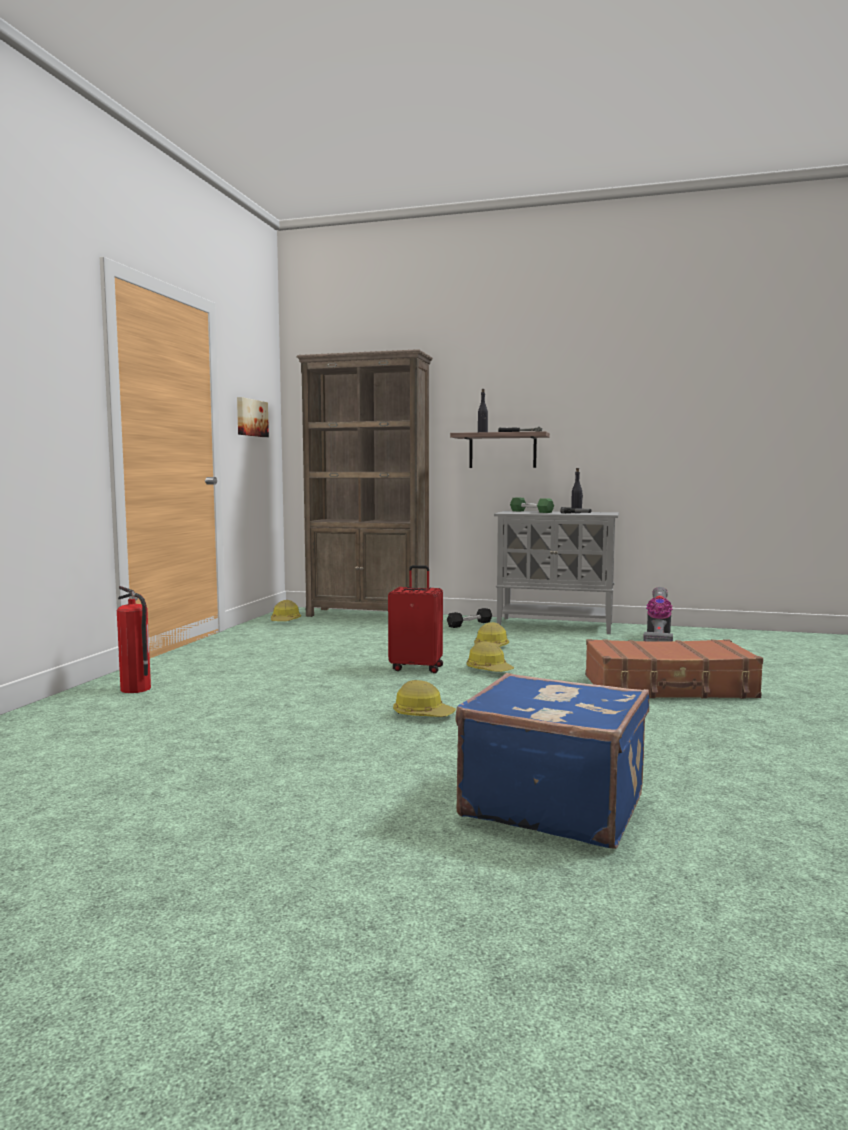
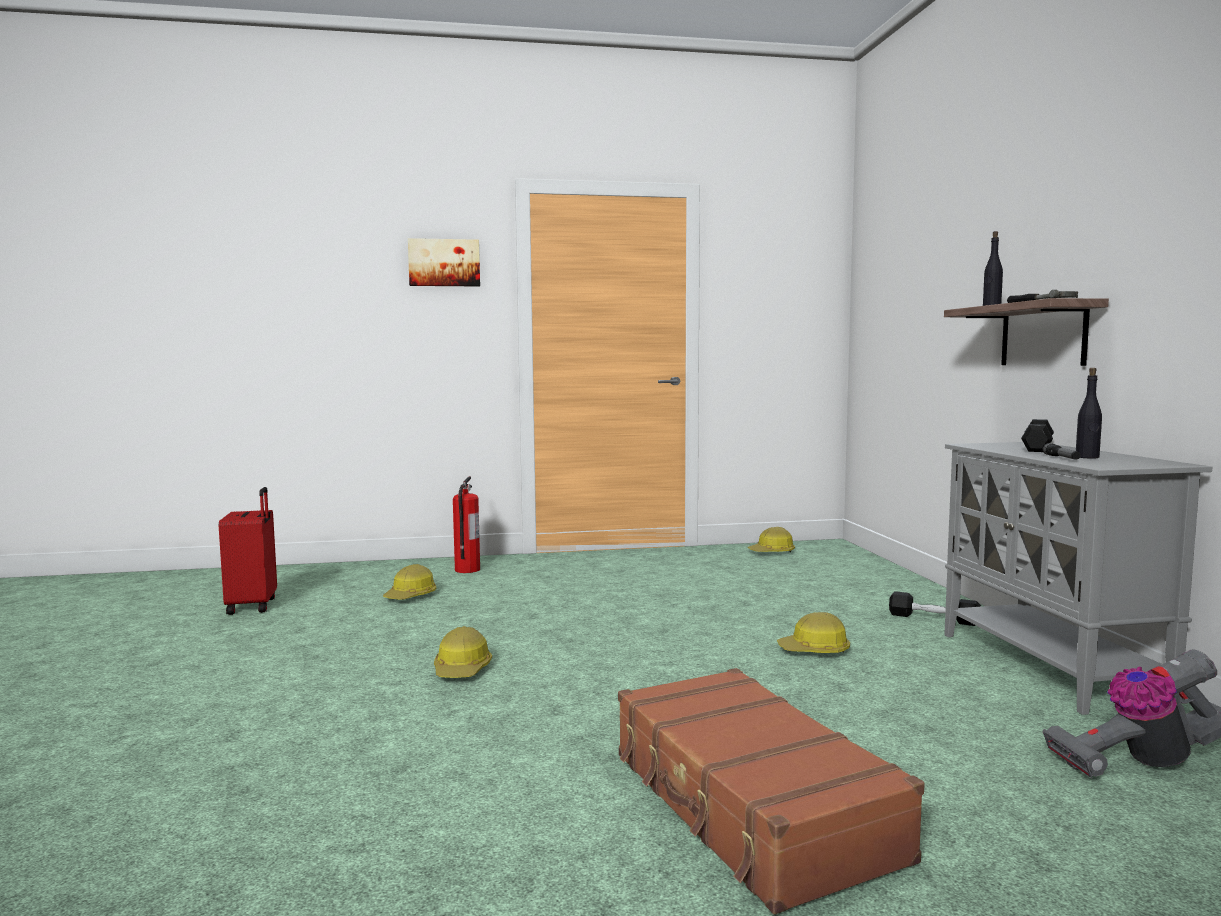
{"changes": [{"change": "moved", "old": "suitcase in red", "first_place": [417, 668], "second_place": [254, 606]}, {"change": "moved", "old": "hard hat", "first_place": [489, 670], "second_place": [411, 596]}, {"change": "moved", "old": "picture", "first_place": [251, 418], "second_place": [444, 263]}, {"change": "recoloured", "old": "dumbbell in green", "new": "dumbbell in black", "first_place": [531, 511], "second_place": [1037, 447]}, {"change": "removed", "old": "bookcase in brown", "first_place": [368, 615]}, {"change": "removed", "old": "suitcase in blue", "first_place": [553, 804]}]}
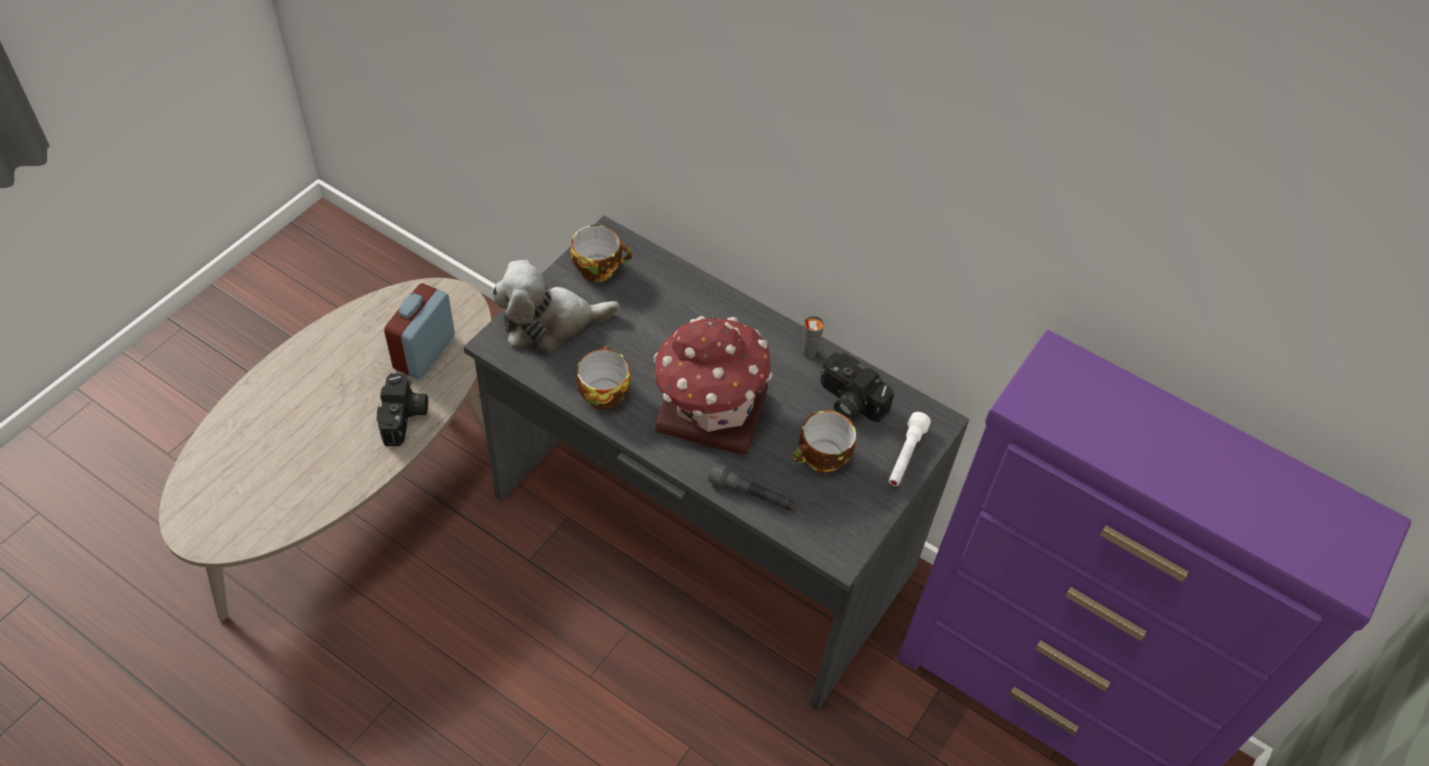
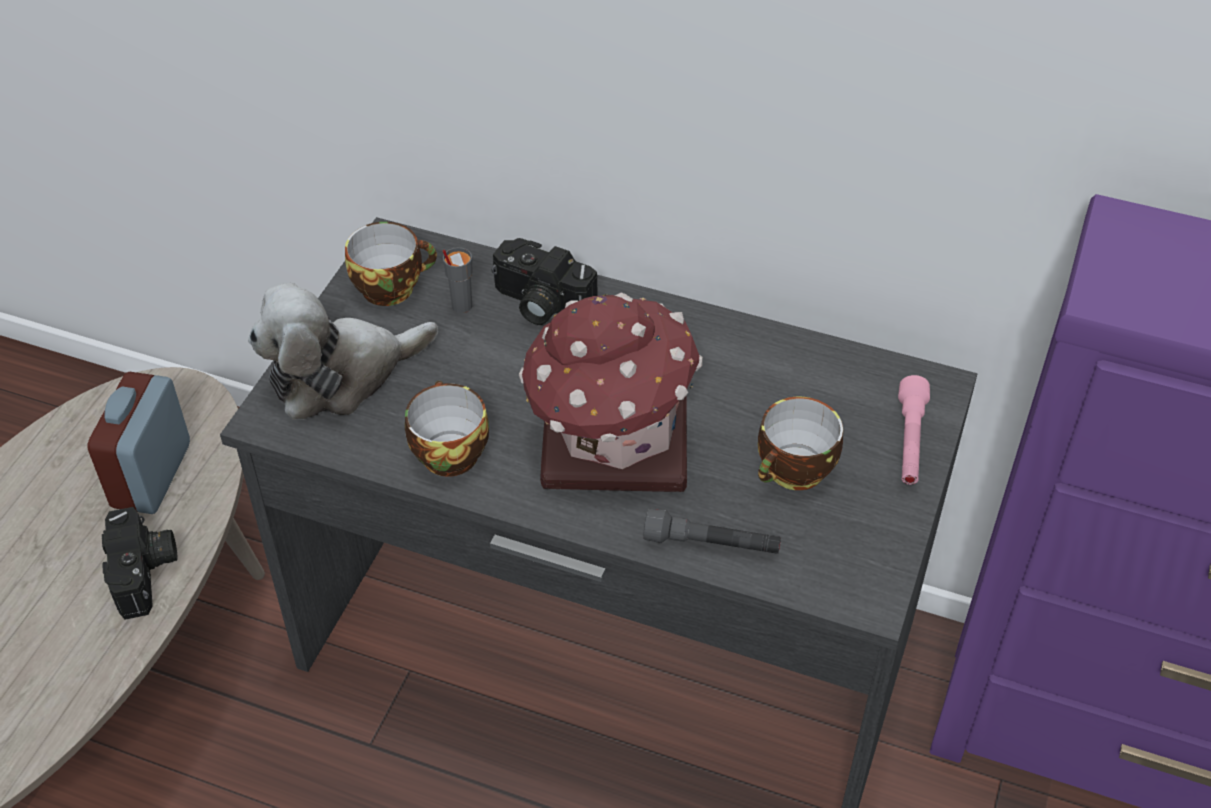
{"changes": [{"change": "moved", "old": "cup in grey", "first_place": [808, 352], "second_place": [461, 306]}, {"change": "moved", "old": "photo camera", "first_place": [848, 402], "second_place": [539, 304]}, {"change": "recoloured", "old": "flashlight in white", "new": "flashlight in pink", "first_place": [905, 456], "second_place": [910, 441]}]}
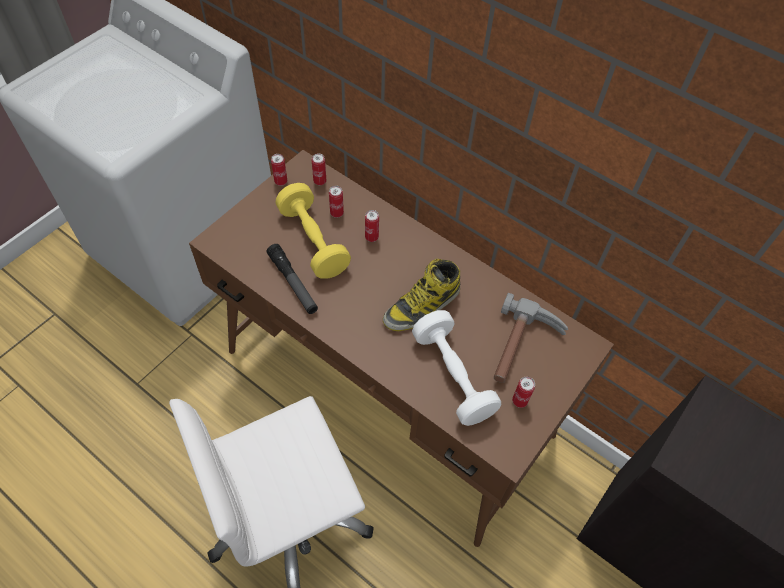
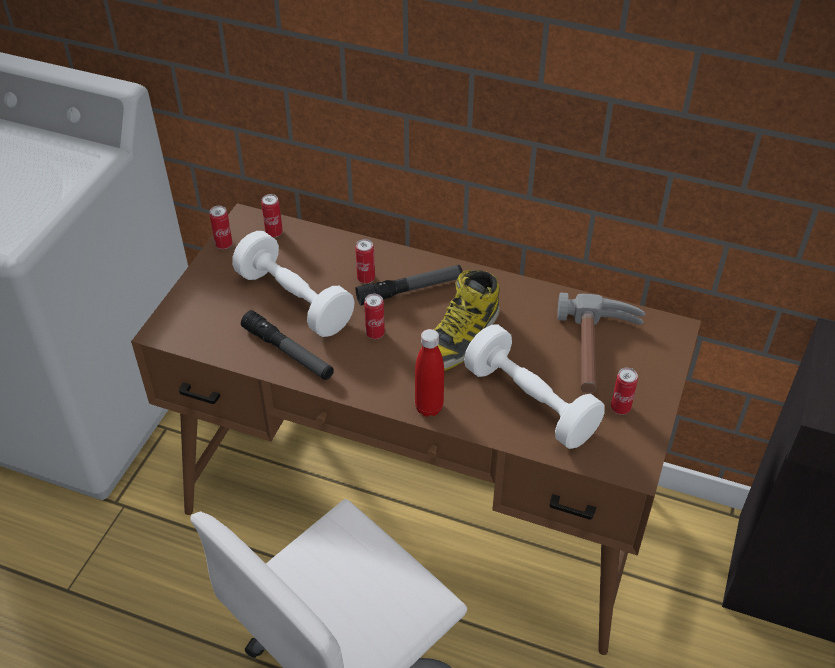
{"changes": [{"change": "recoloured", "old": "dumbbell in yellow", "new": "dumbbell in white", "first_place": [313, 241], "second_place": [294, 300]}, {"change": "added", "new": "flashlight", "second_place": [410, 290]}, {"change": "moved", "old": "can", "first_place": [336, 213], "second_place": [375, 333]}, {"change": "added", "new": "bottle in red", "second_place": [429, 407]}]}
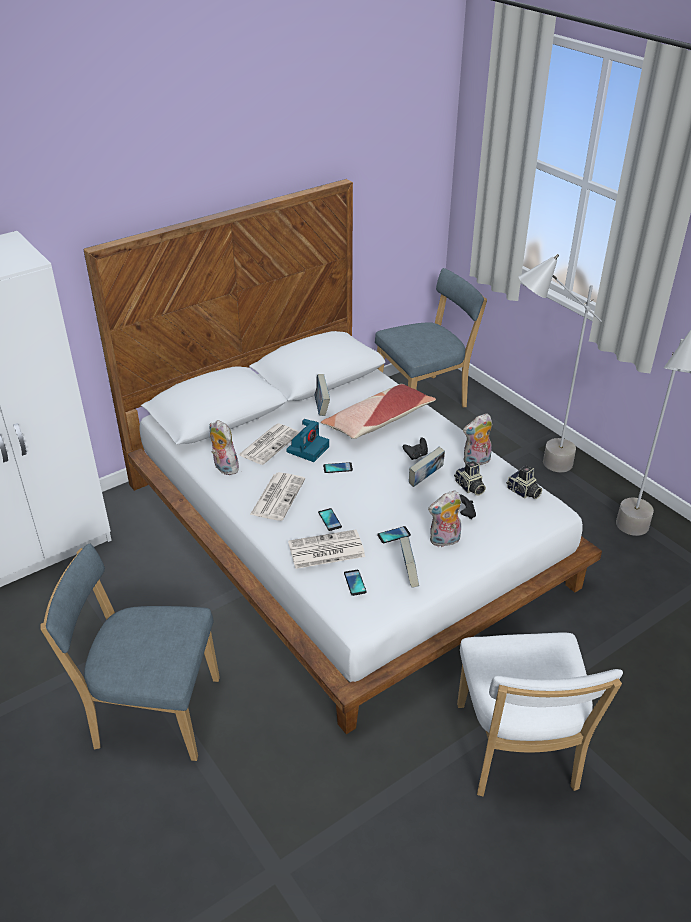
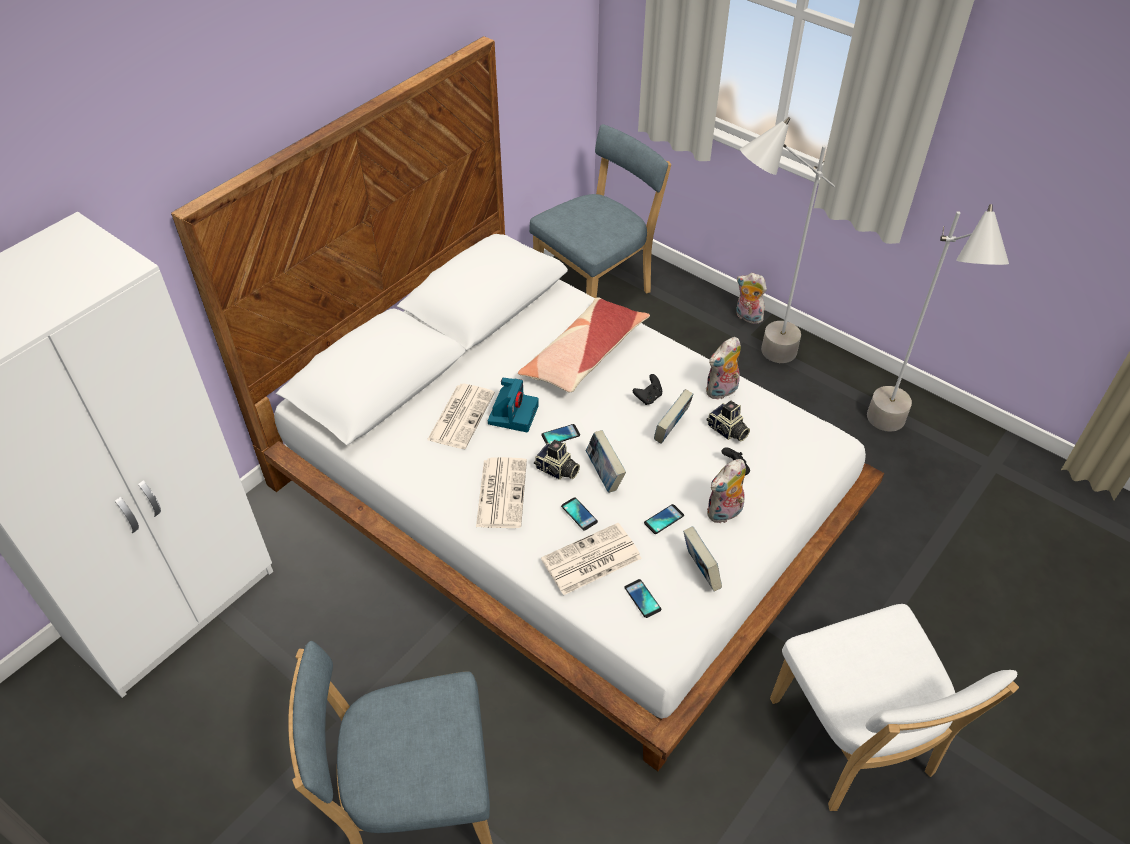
{"changes": [{"change": "moved", "old": "photo camera", "first_place": [523, 492], "second_place": [557, 470]}, {"change": "moved", "old": "book", "first_place": [321, 407], "second_place": [604, 475]}, {"change": "moved", "old": "plush toy", "first_place": [224, 468], "second_place": [747, 317]}]}
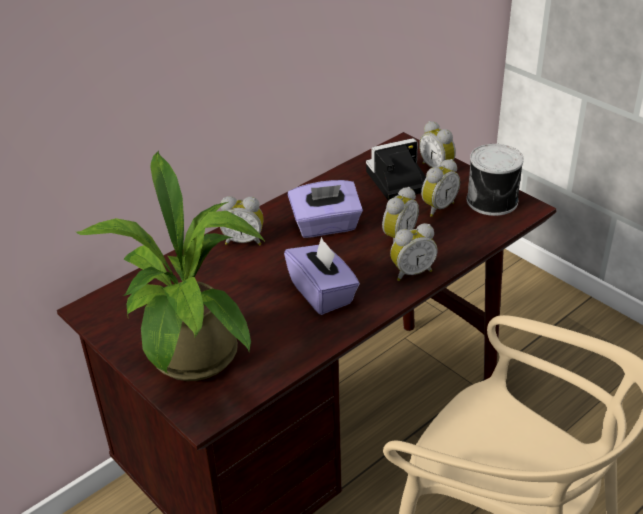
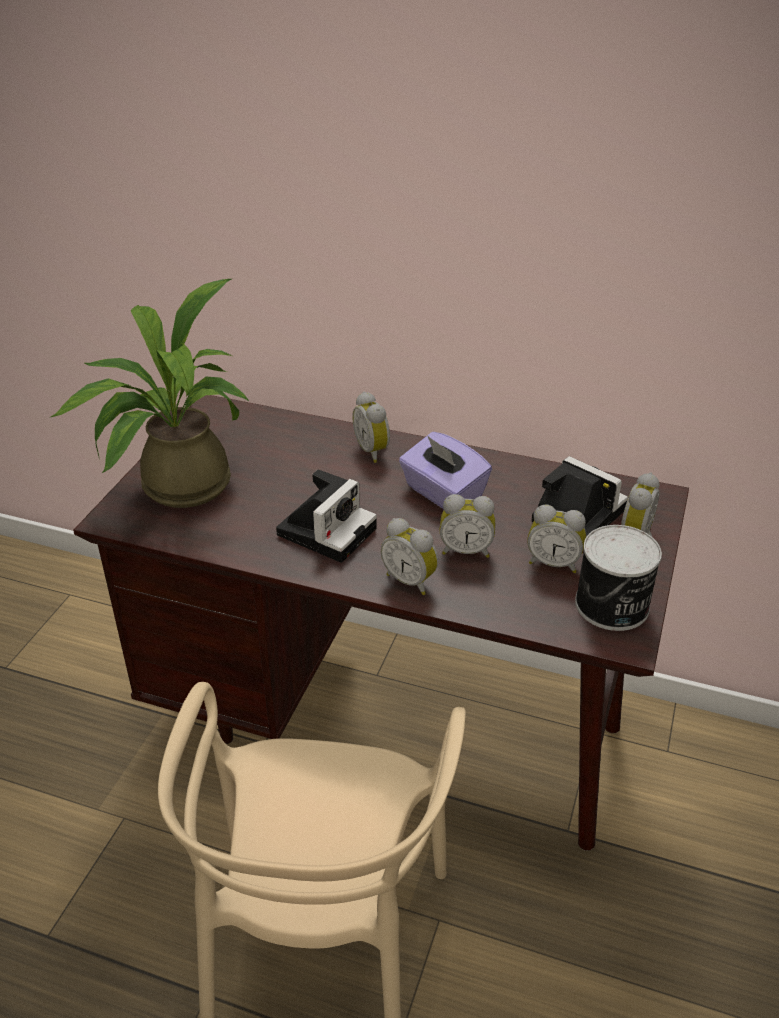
{"changes": [{"change": "replaced", "old": "tissue box in purple", "new": "photo camera", "first_place": [322, 293], "second_place": [327, 529]}]}
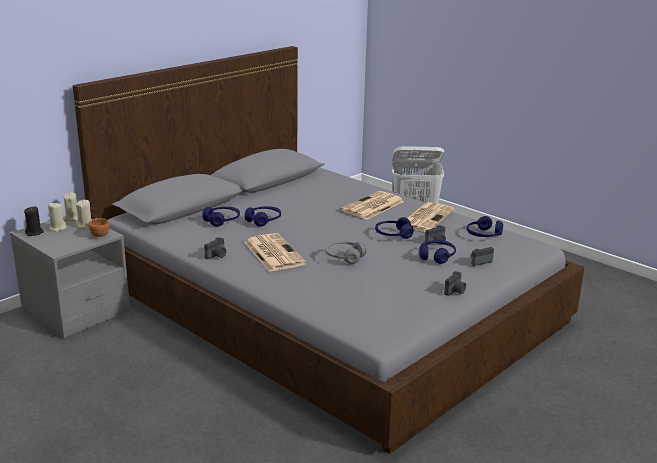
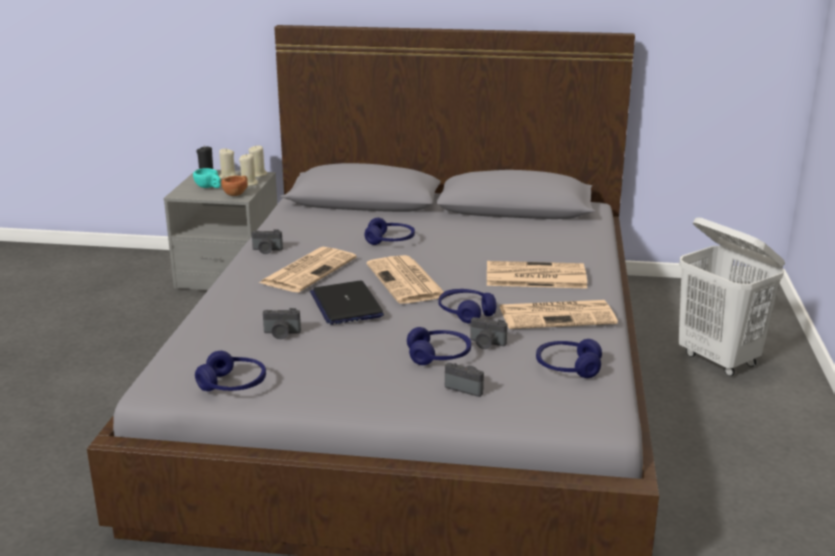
{"changes": [{"change": "added", "new": "cup in turquoise", "second_place": [209, 187]}, {"change": "moved", "old": "headphones in blue", "first_place": [222, 221], "second_place": [233, 385]}, {"change": "moved", "old": "photo camera", "first_place": [455, 291], "second_place": [281, 334]}, {"change": "replaced", "old": "headphones in grey", "new": "laptop", "first_place": [344, 257], "second_place": [346, 304]}, {"change": "added", "new": "newspaper", "second_place": [407, 281]}]}
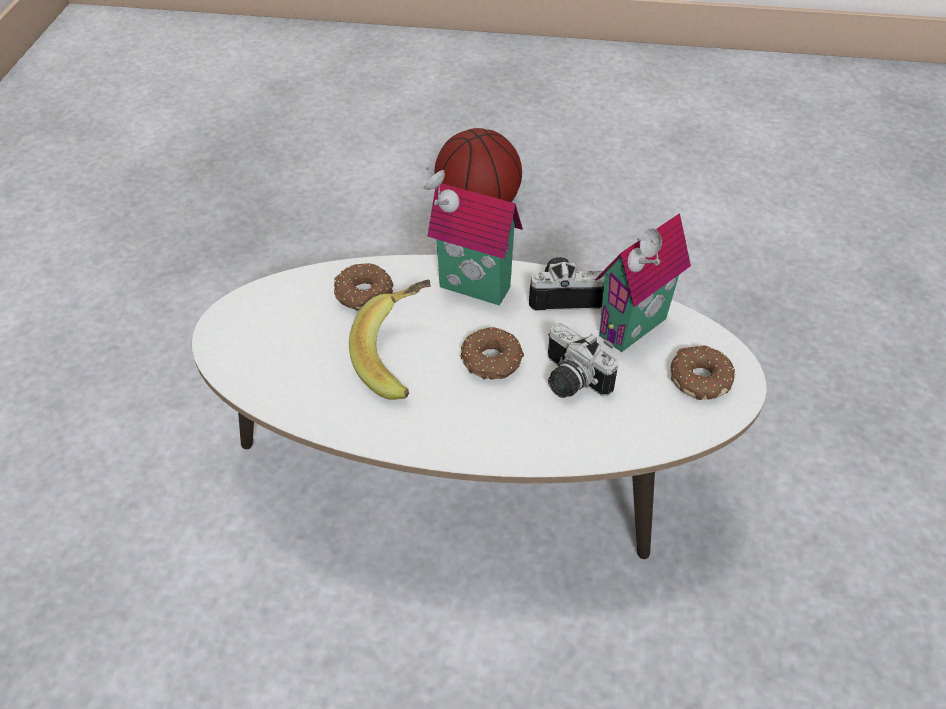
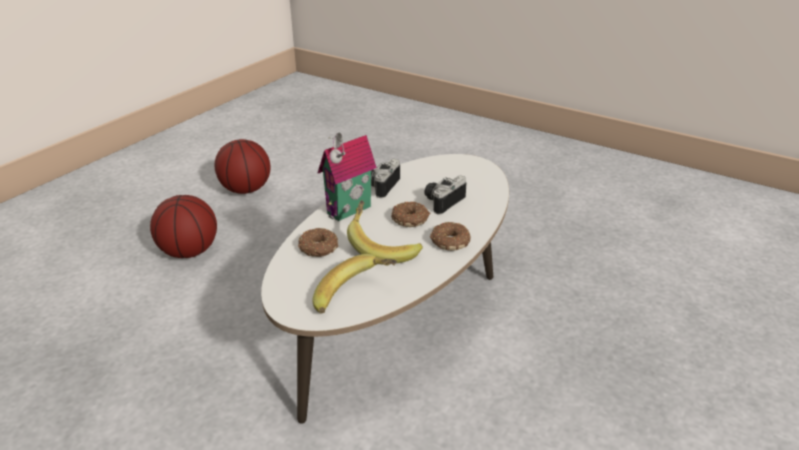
{"changes": [{"change": "added", "new": "basketball", "second_place": [245, 189]}, {"change": "added", "new": "banana", "second_place": [355, 298]}, {"change": "turned", "old": "photo camera", "first_place": [569, 381], "second_place": [442, 201], "degrees": 150}, {"change": "moved", "old": "donut", "first_place": [699, 378], "second_place": [449, 242]}, {"change": "removed", "old": "toy house", "first_place": [636, 330]}]}
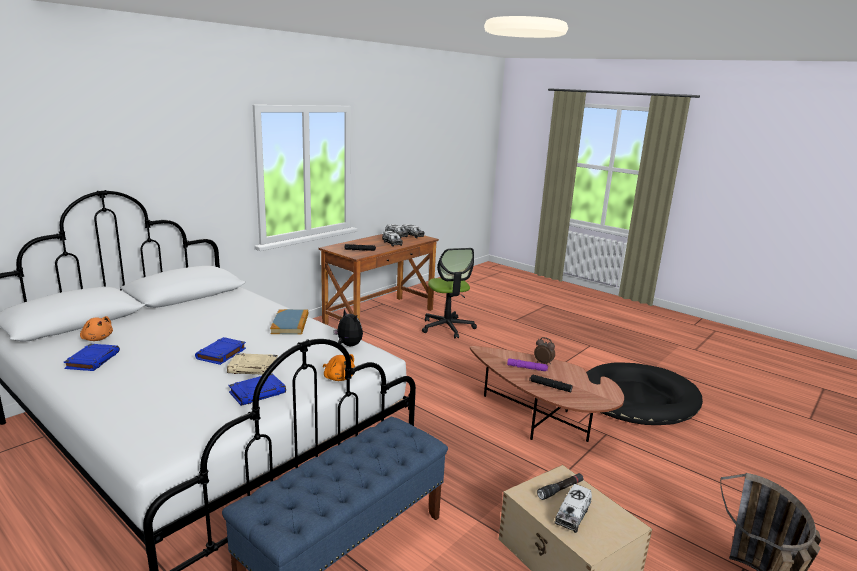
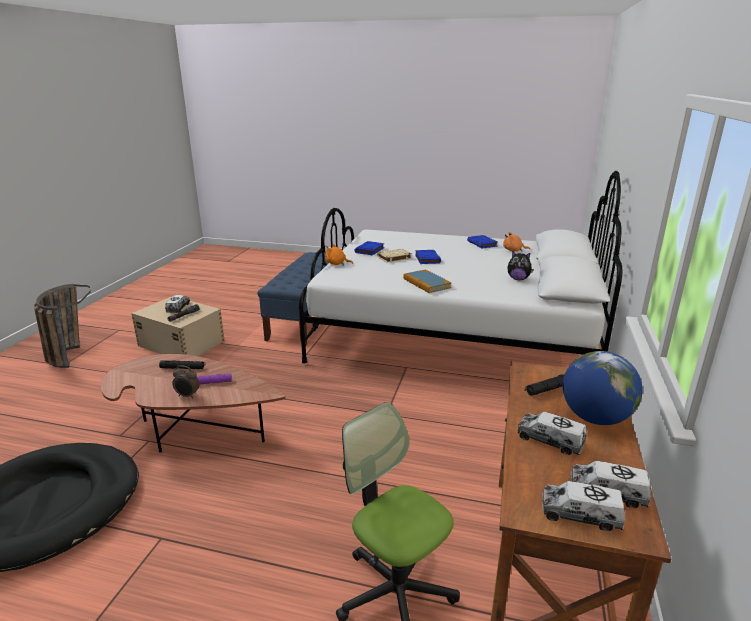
{"changes": [{"change": "moved", "old": "plush toy", "first_place": [348, 345], "second_place": [518, 279]}, {"change": "added", "new": "globe", "second_place": [595, 418]}]}
